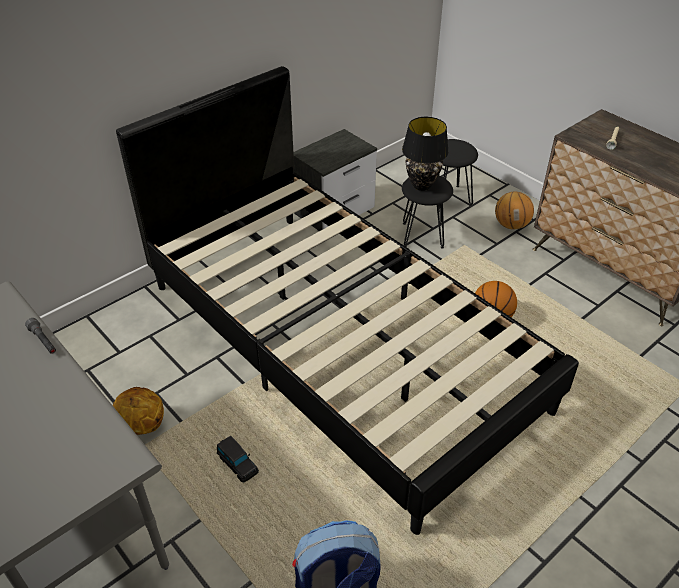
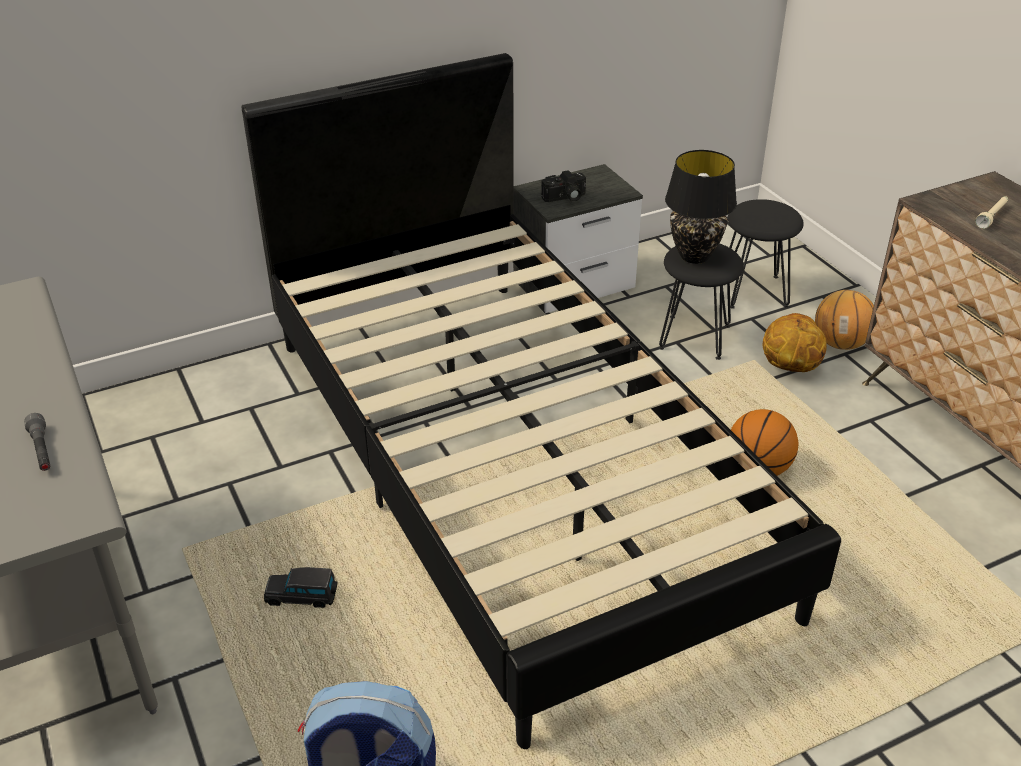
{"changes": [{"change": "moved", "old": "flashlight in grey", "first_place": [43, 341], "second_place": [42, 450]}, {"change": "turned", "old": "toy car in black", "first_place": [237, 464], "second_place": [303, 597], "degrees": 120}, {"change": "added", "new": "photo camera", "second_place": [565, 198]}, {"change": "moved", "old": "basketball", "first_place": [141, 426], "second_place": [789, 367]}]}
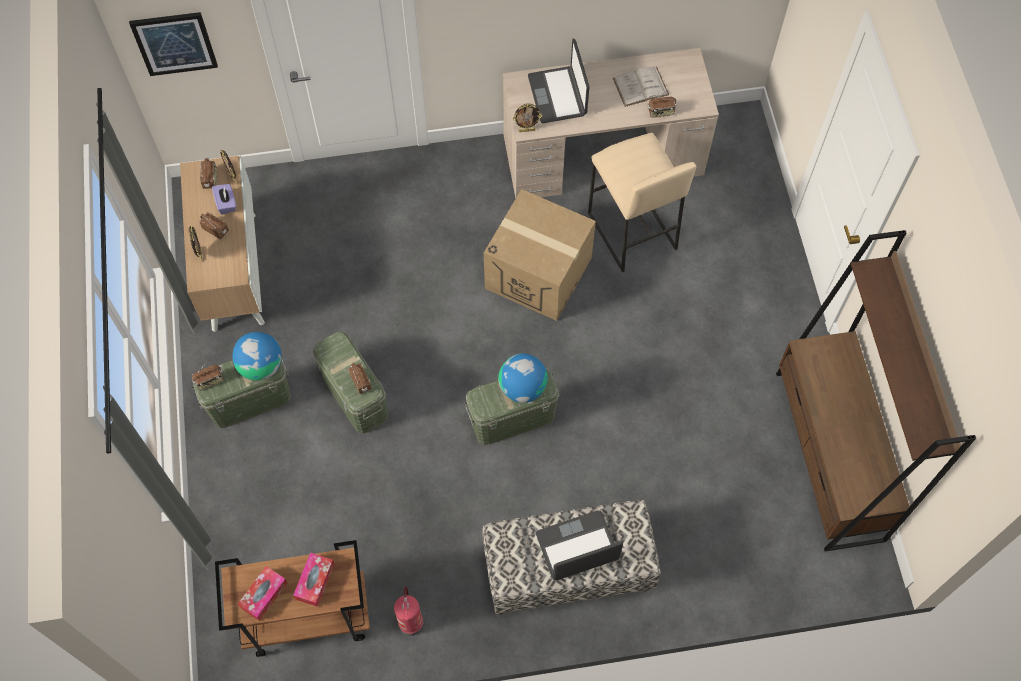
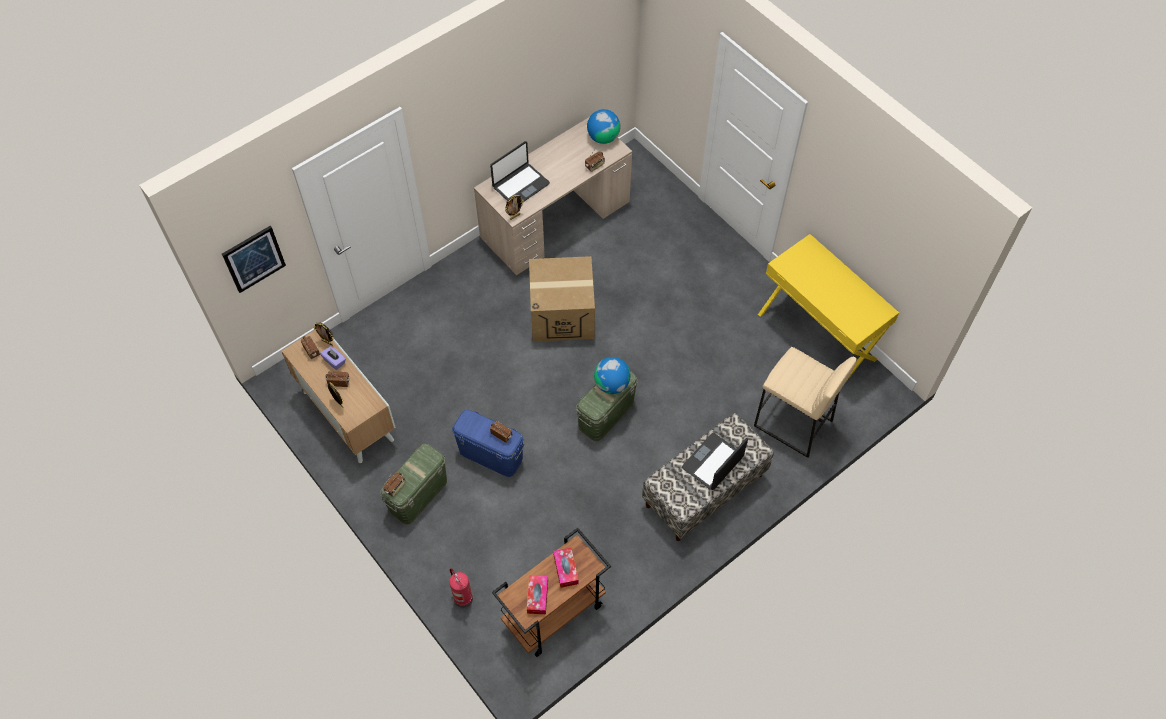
{"changes": [{"change": "moved", "old": "fire extinguisher", "first_place": [410, 622], "second_place": [462, 598]}, {"change": "recoloured", "old": "storage box in green", "new": "storage box in blue", "first_place": [355, 396], "second_place": [490, 455]}, {"change": "turned", "old": "laptop", "first_place": [558, 95], "second_place": [520, 185], "degrees": -90}, {"change": "moved", "old": "globe", "first_place": [261, 366], "second_place": [603, 137]}, {"change": "moved", "old": "stool in beige", "first_place": [631, 231], "second_place": [792, 423]}, {"change": "replaced", "old": "bookcase in brown", "new": "desk in yellow", "first_place": [829, 455], "second_place": [817, 336]}, {"change": "removed", "old": "book in white", "first_place": [640, 86]}]}
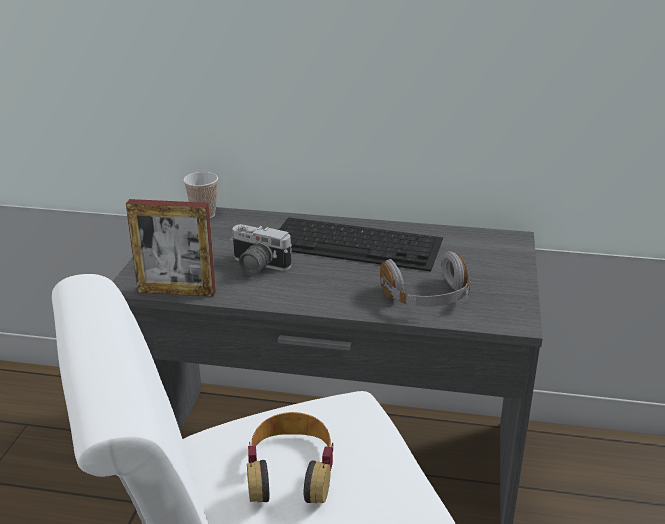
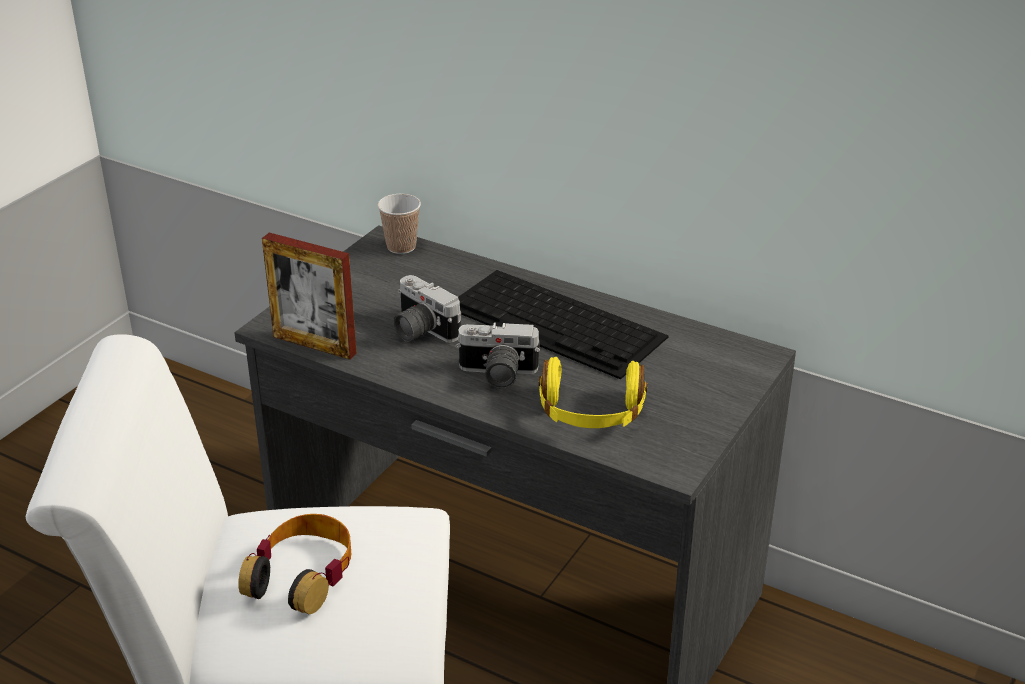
{"changes": [{"change": "added", "new": "photo camera", "second_place": [497, 375]}, {"change": "recoloured", "old": "headphones in grey", "new": "headphones in yellow", "first_place": [427, 297], "second_place": [591, 413]}]}
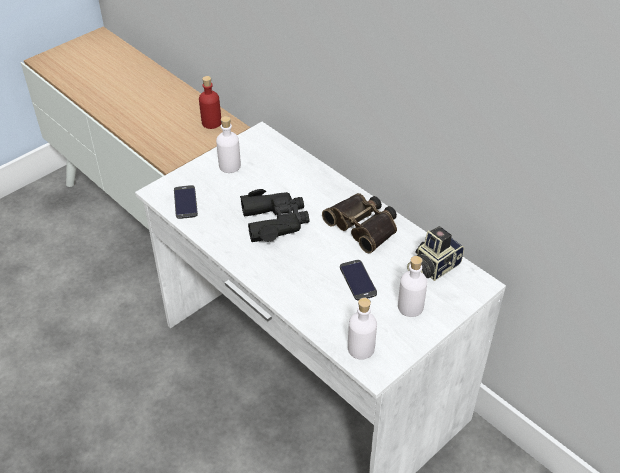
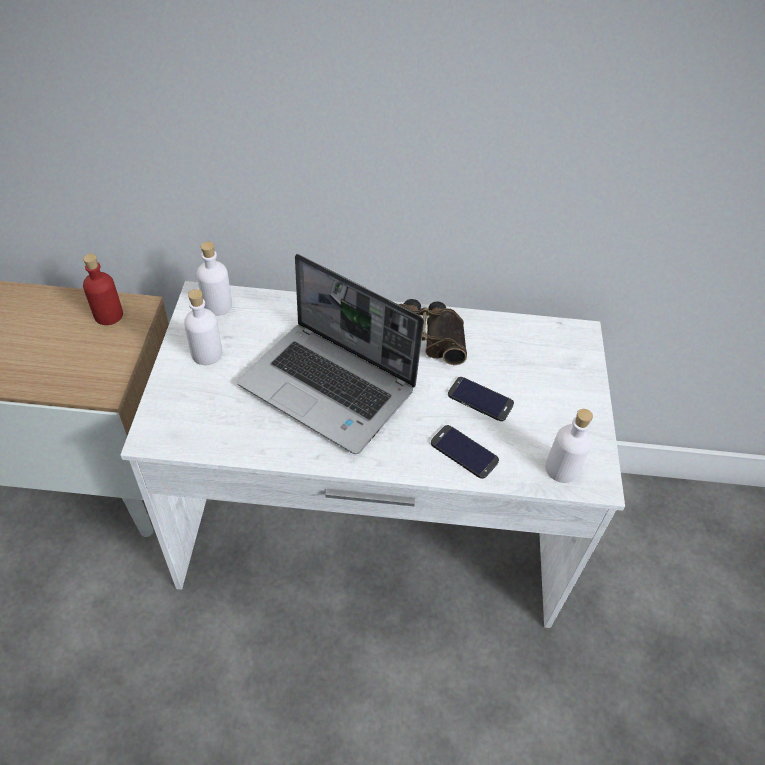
{"changes": [{"change": "moved", "old": "bottle in white", "first_place": [410, 307], "second_place": [217, 305]}, {"change": "replaced", "old": "binoculars in black", "new": "laptop", "first_place": [275, 221], "second_place": [330, 388]}, {"change": "moved", "old": "phone", "first_place": [185, 202], "second_place": [464, 452]}, {"change": "removed", "old": "photo camera", "first_place": [431, 267]}]}
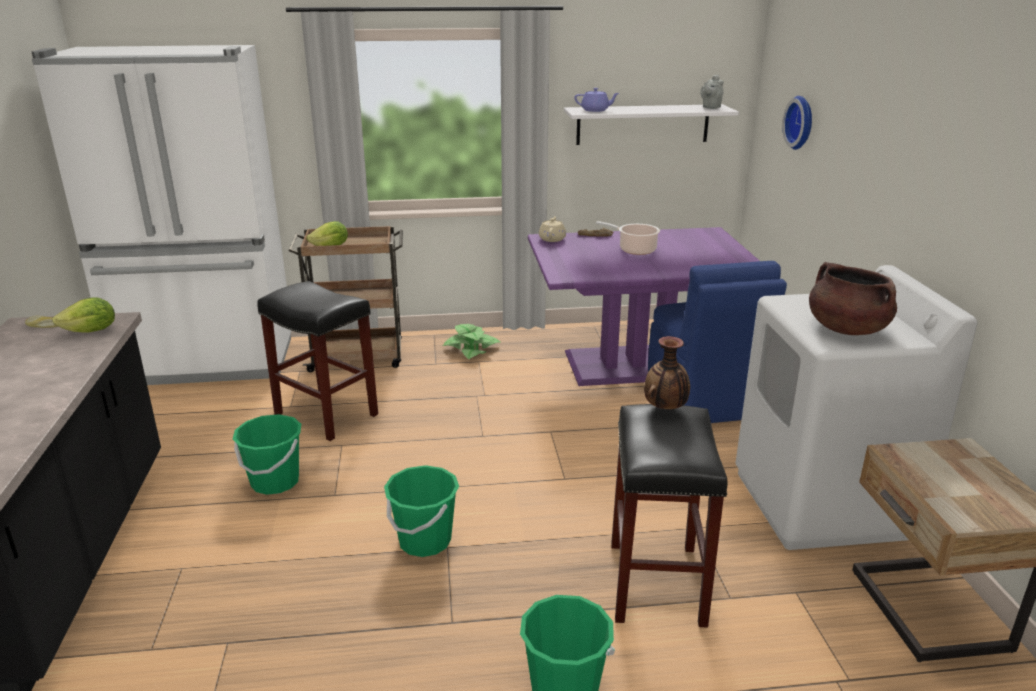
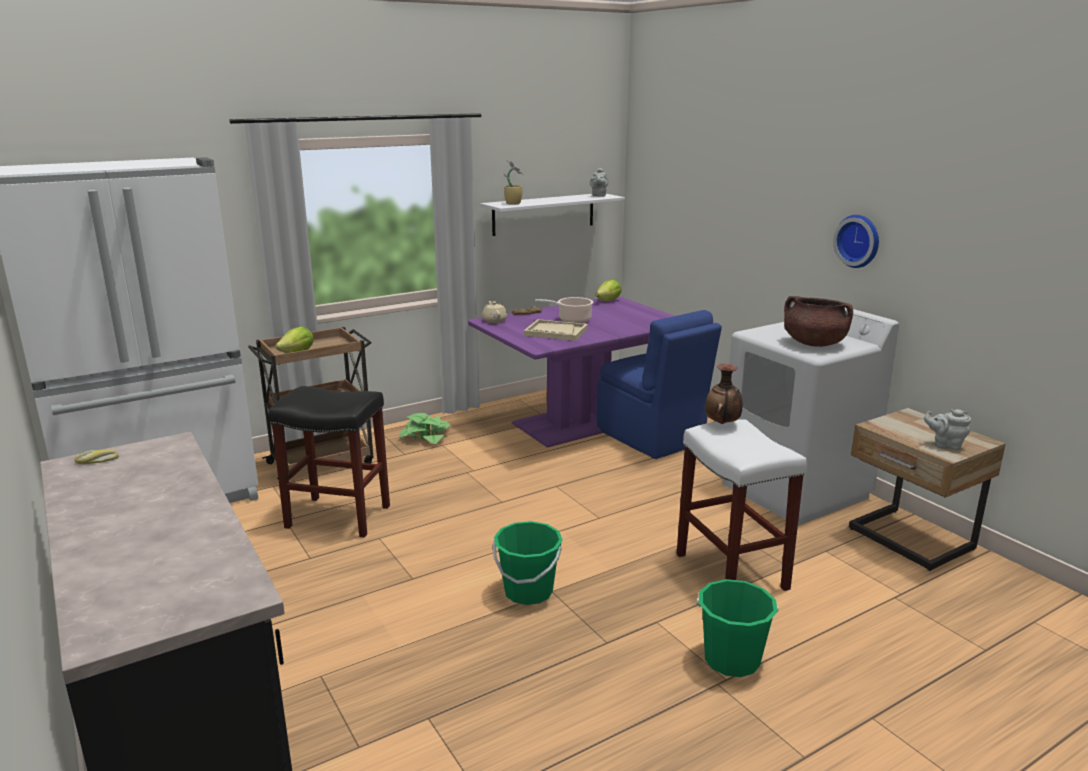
{"changes": [{"change": "replaced", "old": "teapot in purple", "new": "potted plant", "first_place": [595, 110], "second_place": [513, 203]}, {"change": "added", "new": "tray in beige", "second_place": [555, 332]}, {"change": "moved", "old": "lettuce", "first_place": [91, 331], "second_place": [608, 301]}, {"change": "recoloured", "old": "stool in black", "new": "stool in white", "first_place": [655, 582], "second_place": [729, 571]}, {"change": "moved", "old": "wall clock", "first_place": [801, 122], "second_place": [859, 241]}, {"change": "added", "new": "teapot in grey", "second_place": [945, 445]}, {"change": "removed", "old": "bucket in green", "first_place": [275, 482]}]}
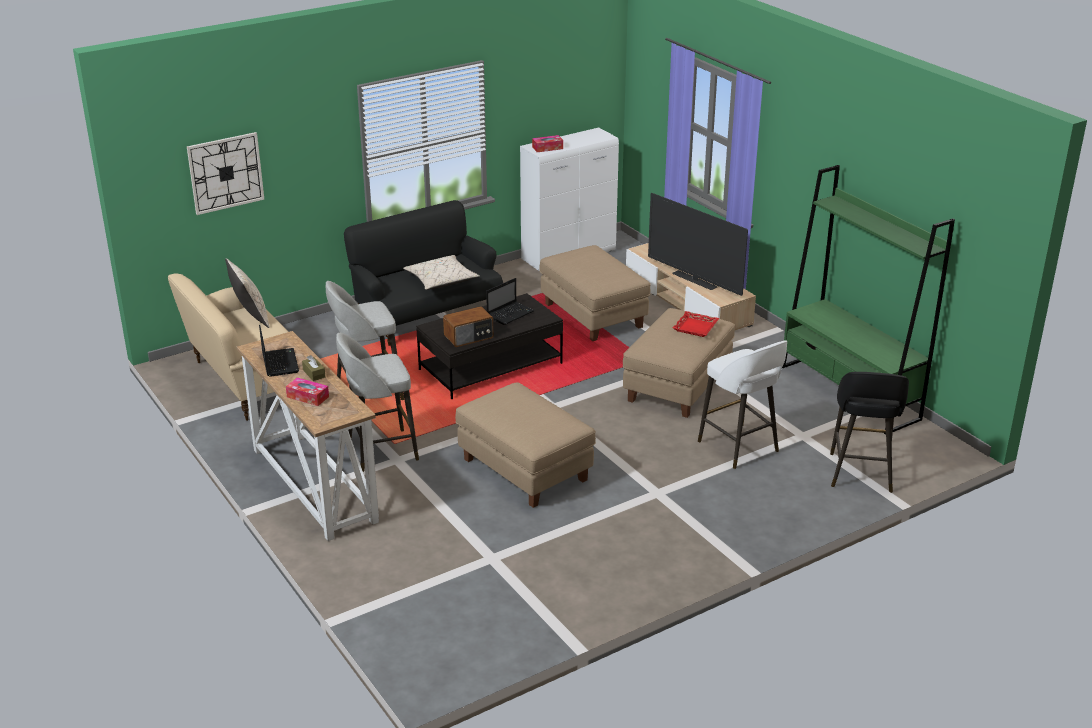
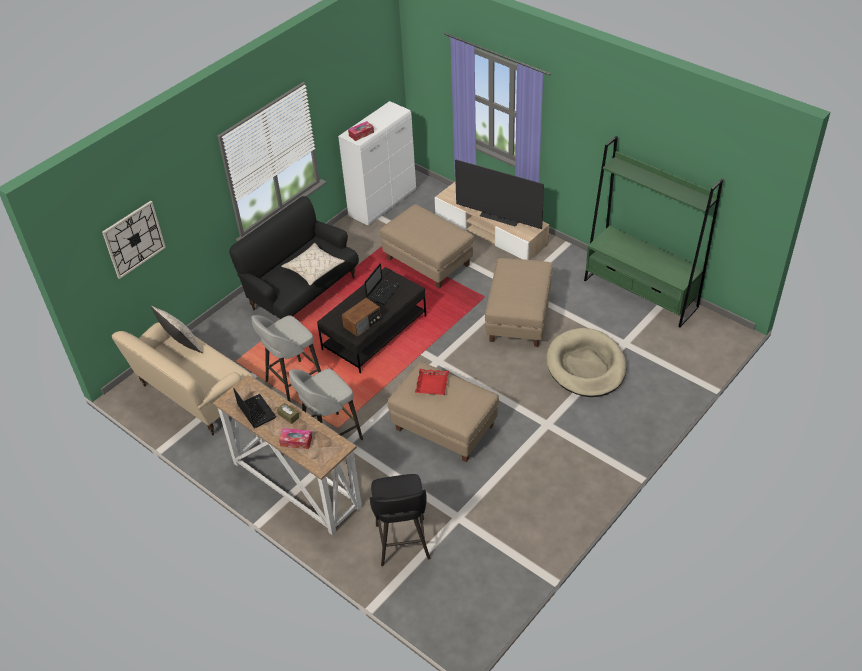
{"changes": [{"change": "moved", "old": "stool in black", "first_place": [860, 474], "second_place": [402, 543]}, {"change": "moved", "old": "tray in red", "first_place": [695, 327], "second_place": [431, 384]}, {"change": "replaced", "old": "stool in white", "new": "dog bed in beige", "first_place": [739, 447], "second_place": [586, 366]}]}
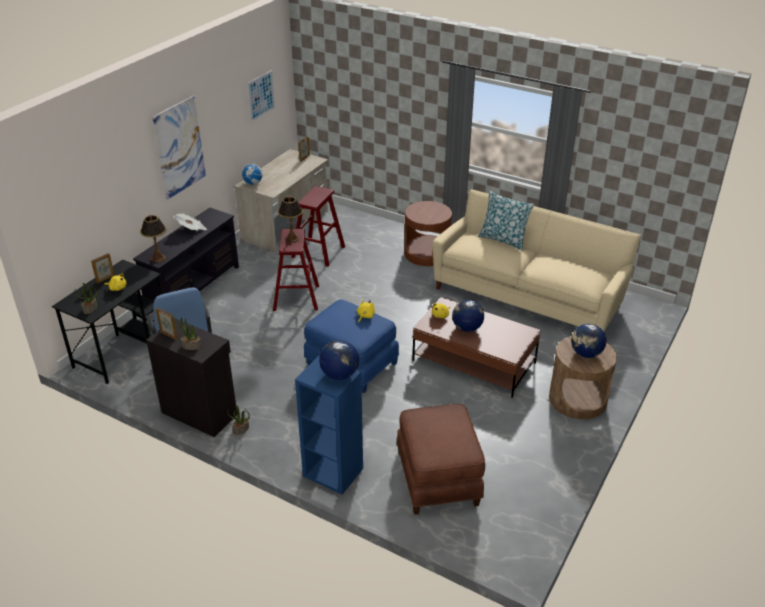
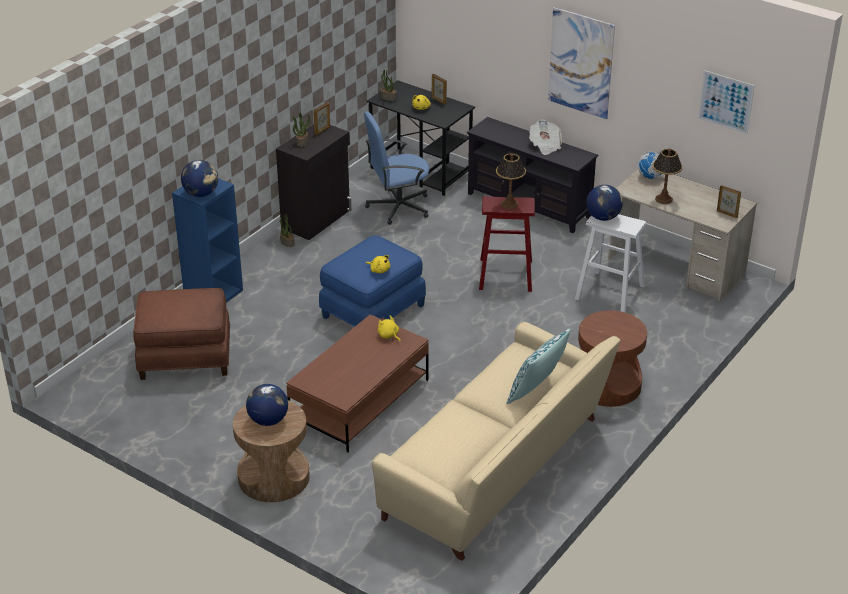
{"changes": [{"change": "recoloured", "old": "stool in red", "new": "stool in white", "first_place": [318, 252], "second_place": [609, 292]}, {"change": "moved", "old": "globe", "first_place": [467, 328], "second_place": [603, 217]}, {"change": "moved", "old": "table lamp", "first_place": [158, 258], "second_place": [664, 199]}]}
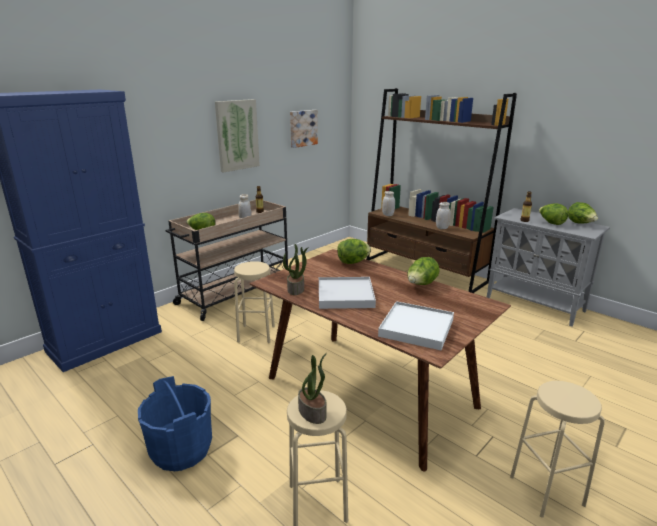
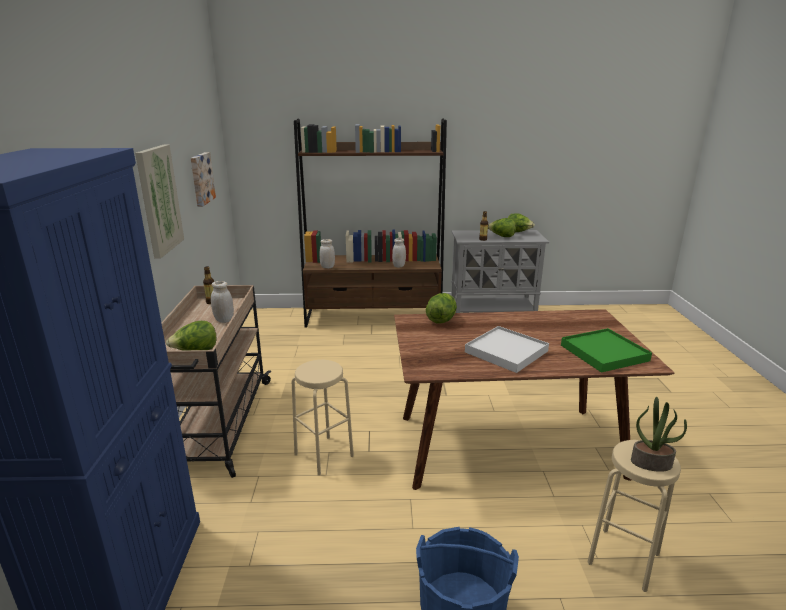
{"changes": [{"change": "recoloured", "old": "tray in white", "new": "tray in green", "first_place": [416, 328], "second_place": [603, 353]}, {"change": "removed", "old": "potted plant", "first_place": [296, 289]}, {"change": "removed", "old": "lettuce", "first_place": [421, 285]}, {"change": "removed", "old": "stool in beige", "first_place": [546, 490]}]}
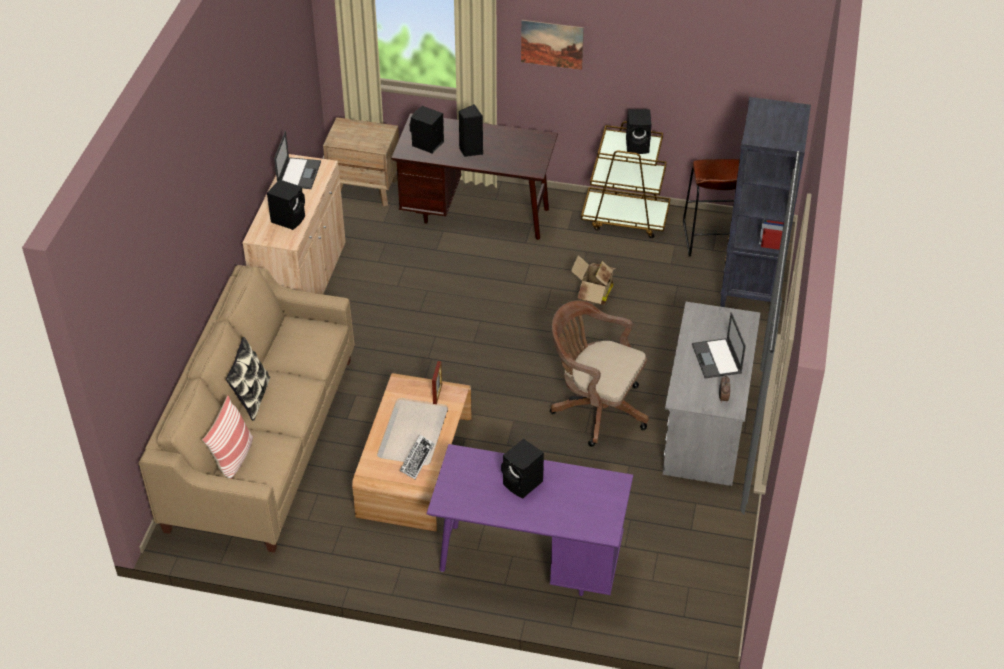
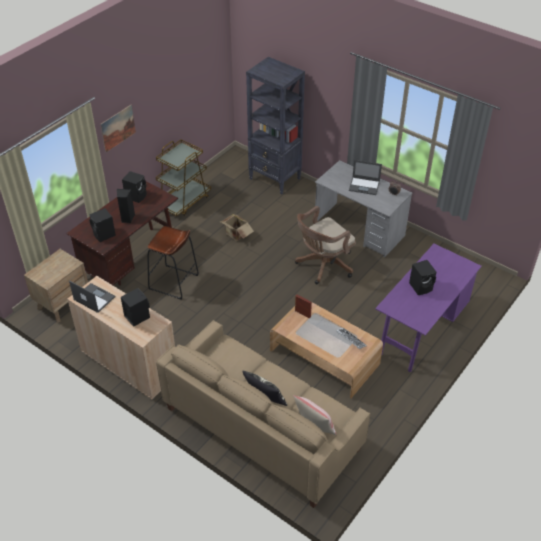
{"changes": [{"change": "moved", "old": "speaker in black", "first_place": [638, 146], "second_place": [136, 196]}, {"change": "moved", "old": "stool in brown", "first_place": [712, 238], "second_place": [174, 282]}]}
